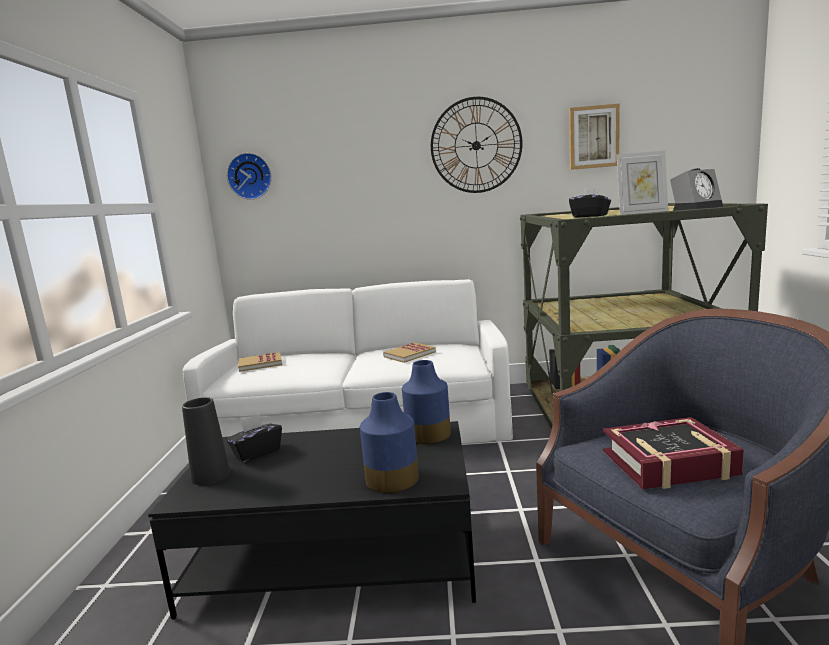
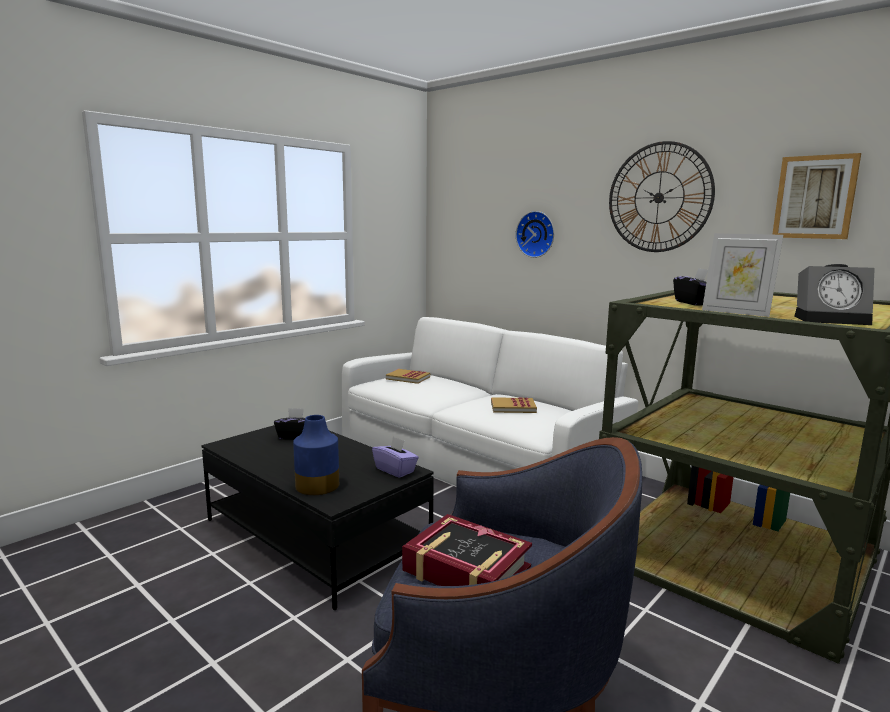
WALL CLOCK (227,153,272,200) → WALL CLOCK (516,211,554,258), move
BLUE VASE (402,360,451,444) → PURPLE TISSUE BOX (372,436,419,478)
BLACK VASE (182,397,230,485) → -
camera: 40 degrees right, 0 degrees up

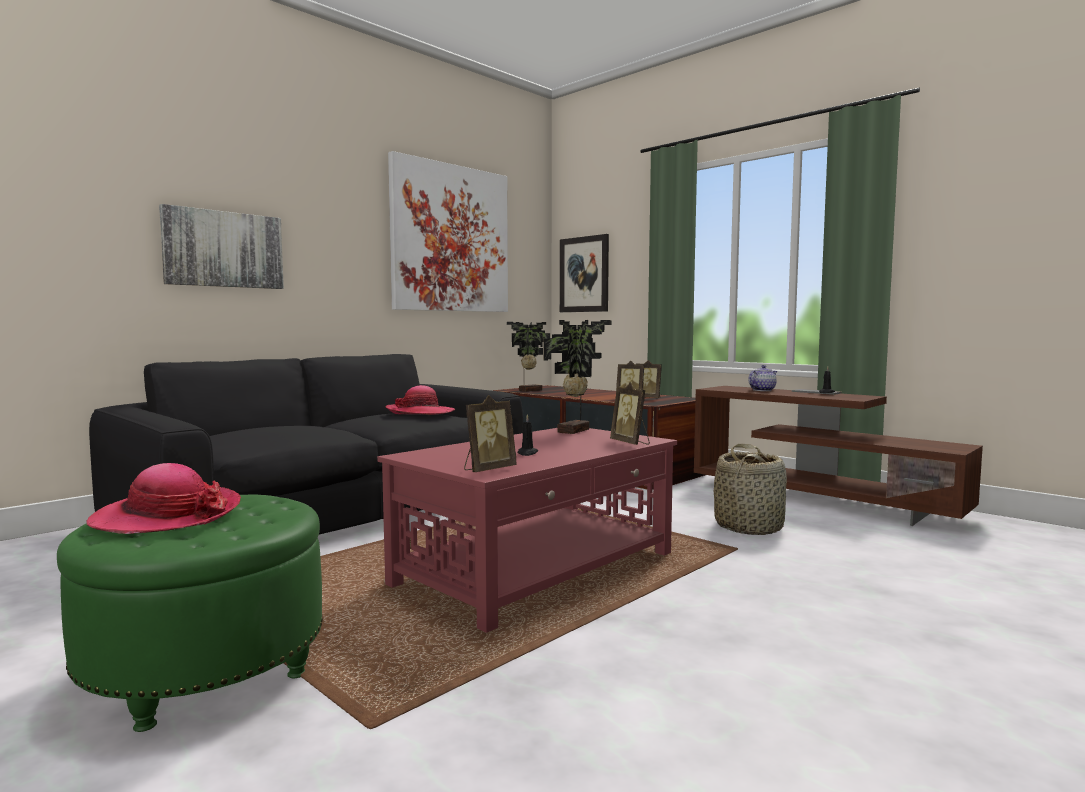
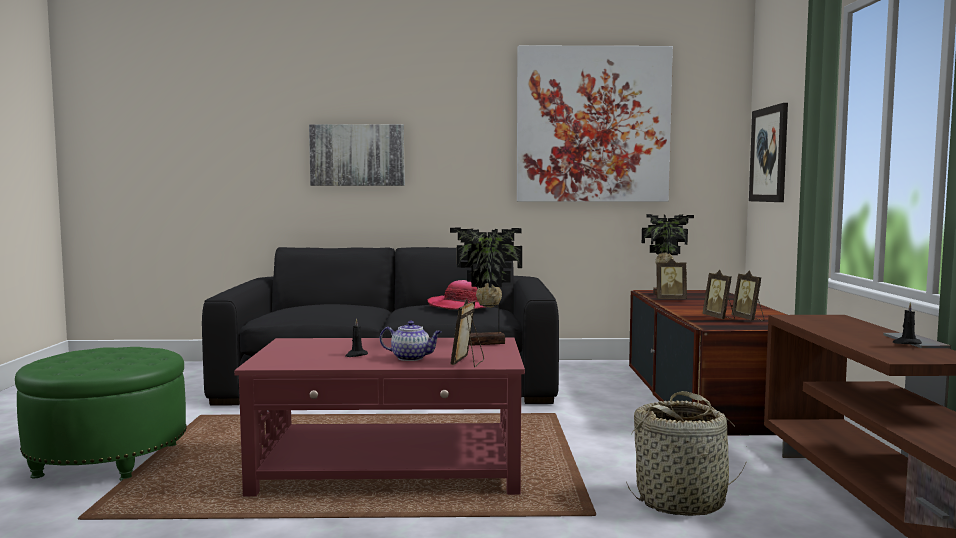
TEAPOT (748,365,777,391) → TEAPOT (380,321,442,361), move
PICTURE FRAME (464,395,517,472) → PICTURE FRAME (657,258,687,299), move
HAT (86,463,241,534) → -
camera: 45 degrees right, 0 degrees up

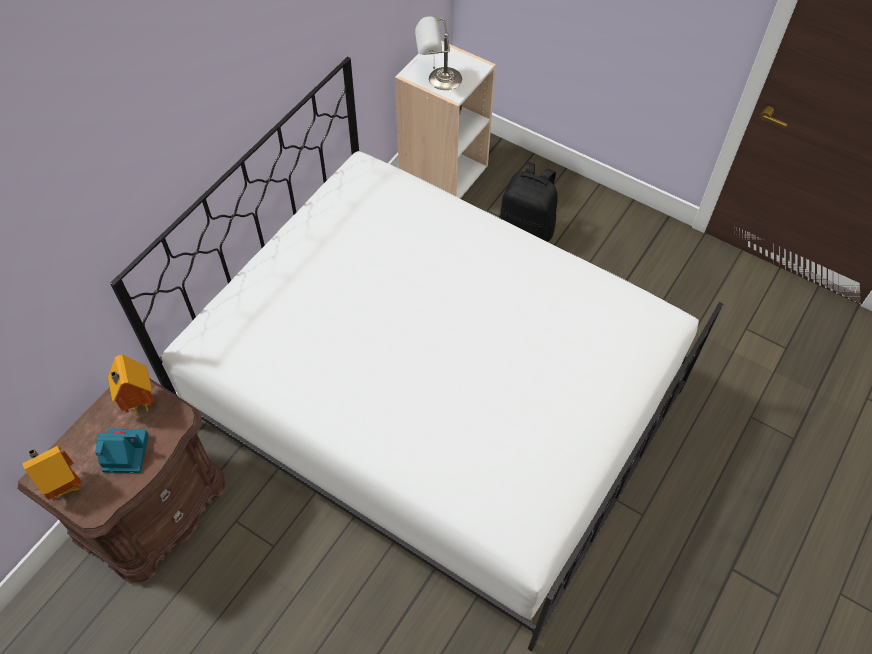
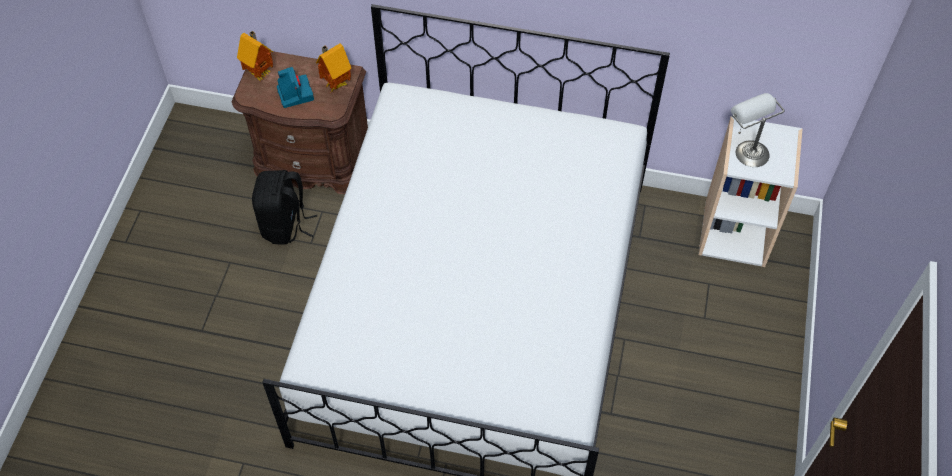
BLACK BACKPACK (499,162,558,242) → BLACK BACKPACK (252,170,317,244), move
camera: 70 degrees right, 0 degrees up

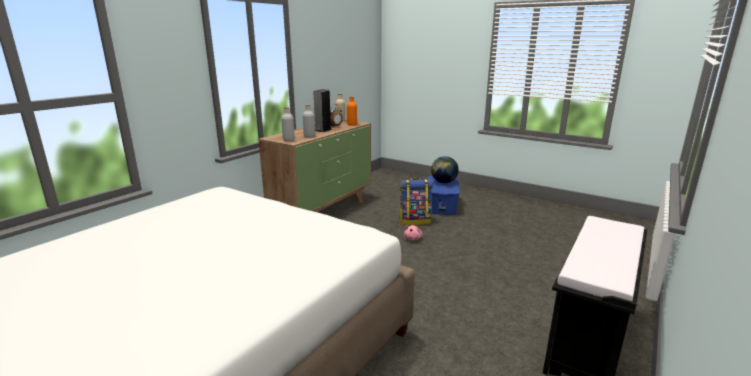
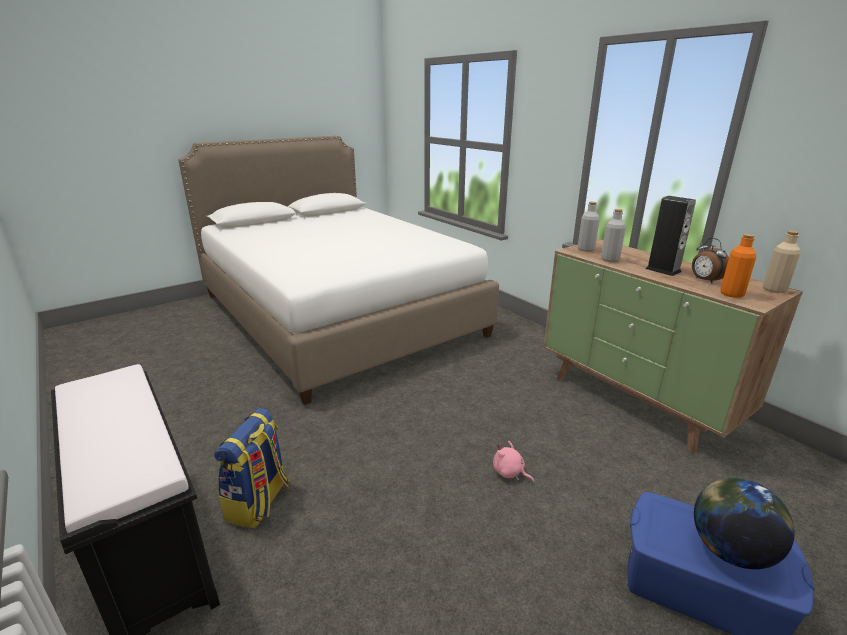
BACKPACK (399,178,433,225) → BACKPACK (214,408,289,529), move
camera: 110 degrees right, 5 degrees up

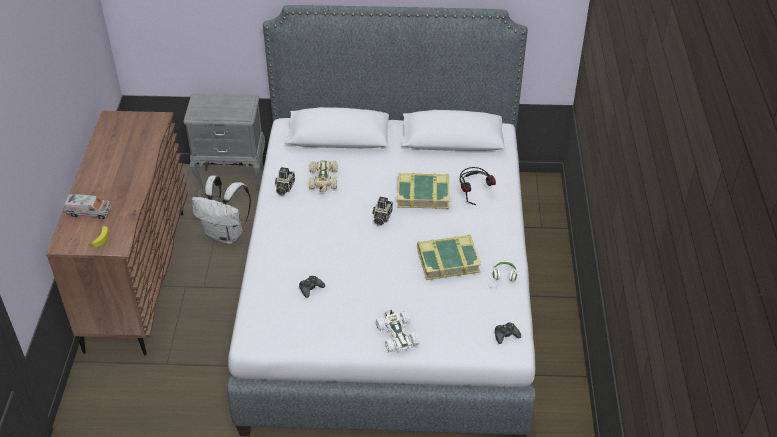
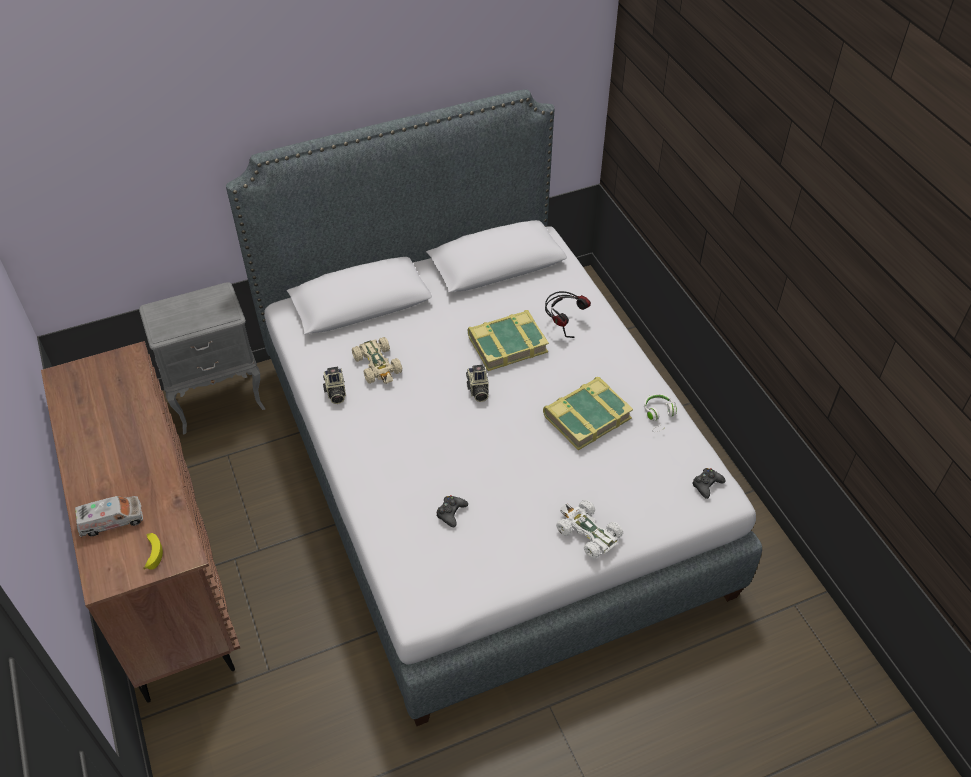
WHITE BACKPACK (192,175,251,244) → -
camera: 25 degrees left, 5 degrees up

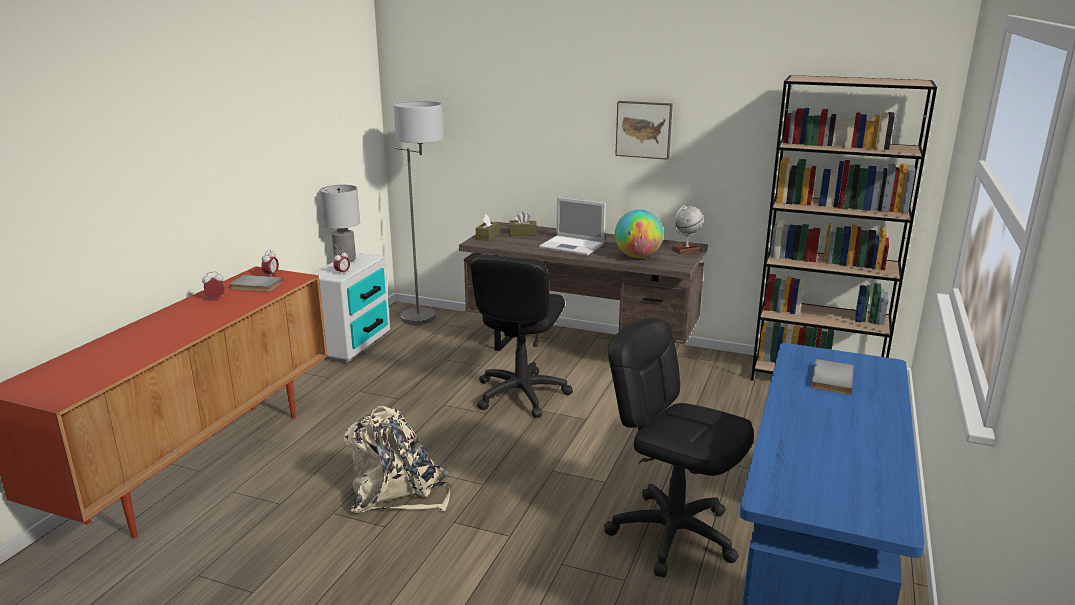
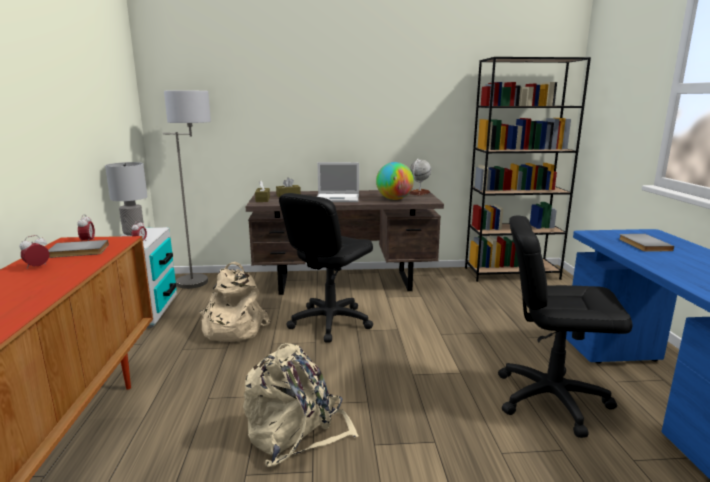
PICTURE (615,101,673,160) → -
BLACK OFFICE CHAIR (470,255,573,418) → BLACK OFFICE CHAIR (279,193,373,342), 45 degrees clockwise
- → BEIGE BACKPACK (200,262,270,342)
camera: 25 degrees left, 5 degrees down

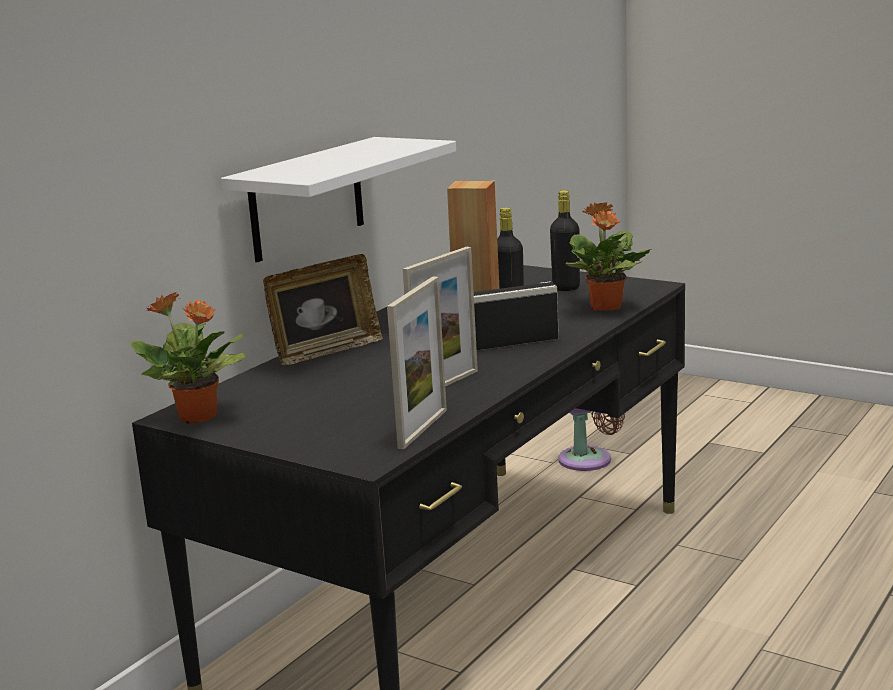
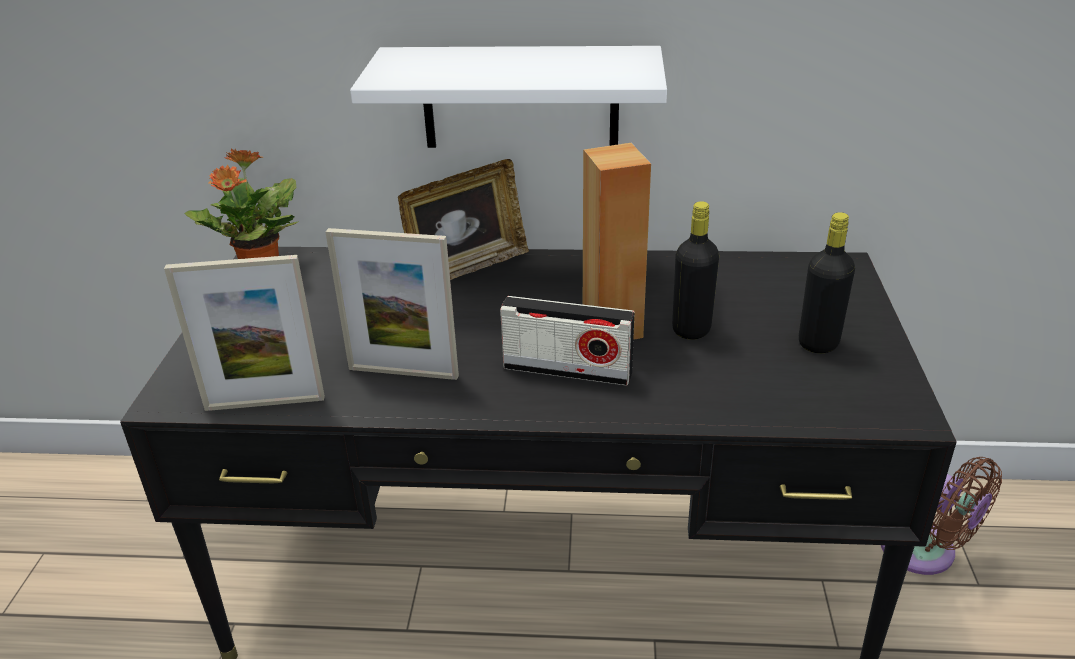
POTTED PLANT (566,203,652,311) → -
PICTURE FRAME (263,254,383,365) → PICTURE FRAME (398,159,529,280), 60 degrees counterclockwise
RADIO (474,282,559,351) → RADIO (500,296,635,386), 150 degrees clockwise
camera: 60 degrees right, 15 degrees up

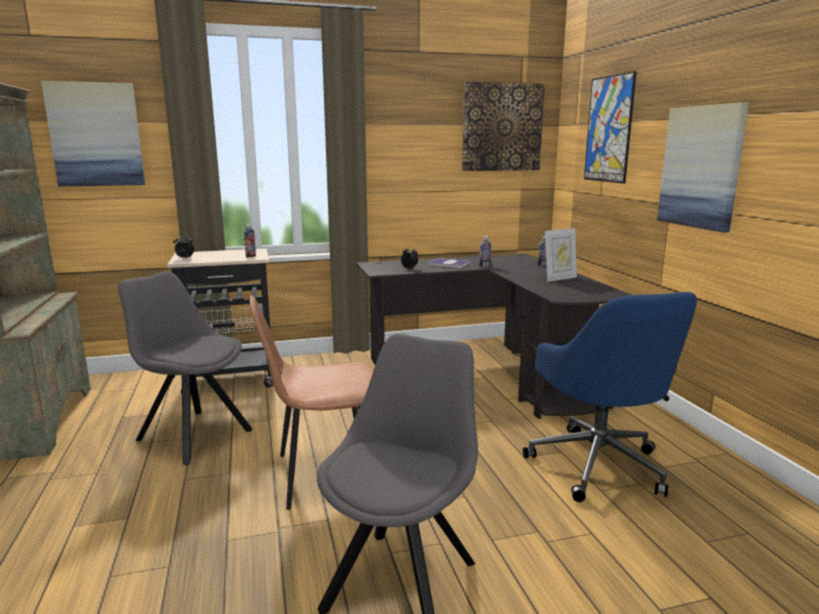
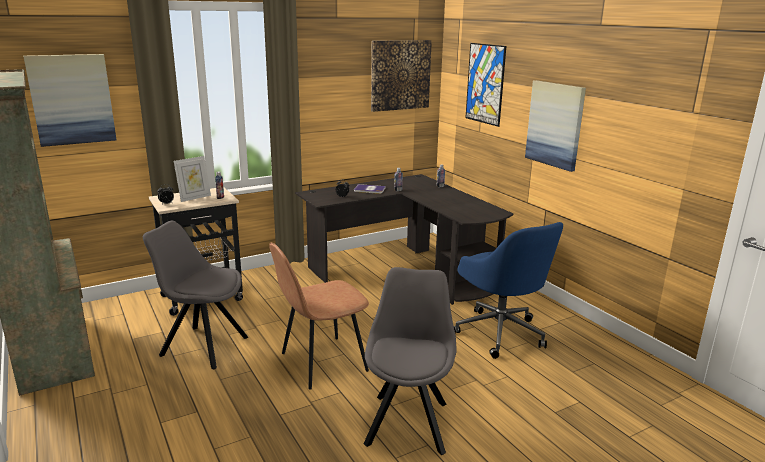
PICTURE FRAME (545,228,577,282) → PICTURE FRAME (174,156,211,202), move
camera: 15 degrees left, 5 degrees up

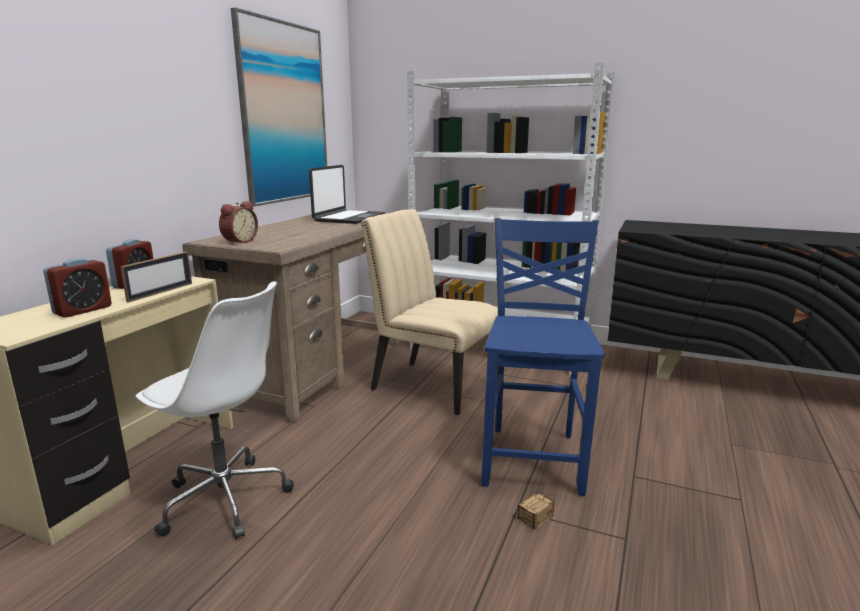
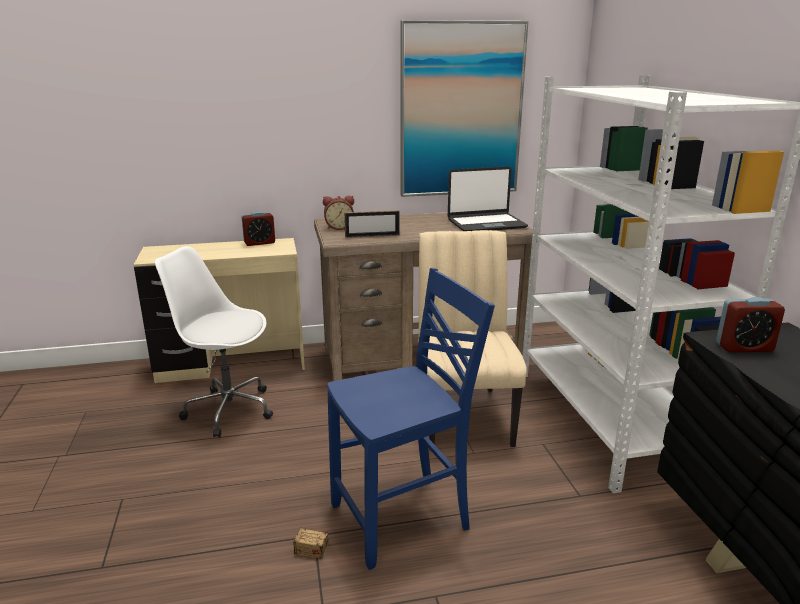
PICTURE FRAME (120,252,192,303) → PICTURE FRAME (344,210,400,238), move
ALARM CLOCK (43,258,112,318) → ALARM CLOCK (716,297,785,352), move
WHITE OFFICE CHAIR (136,281,294,539) → WHITE OFFICE CHAIR (155,246,273,437), 120 degrees clockwise
camera: 55 degrees right, 5 degrees up

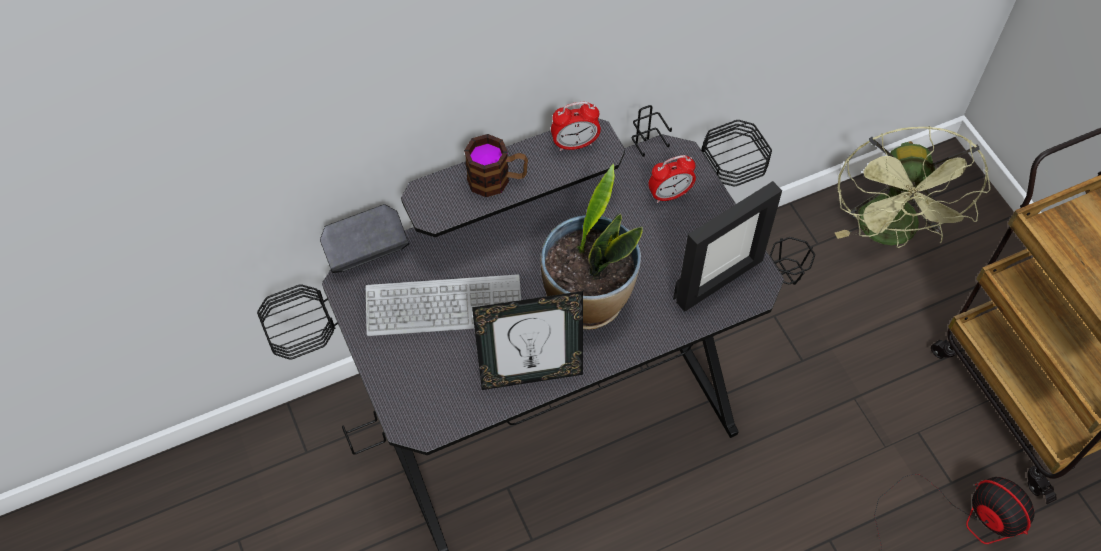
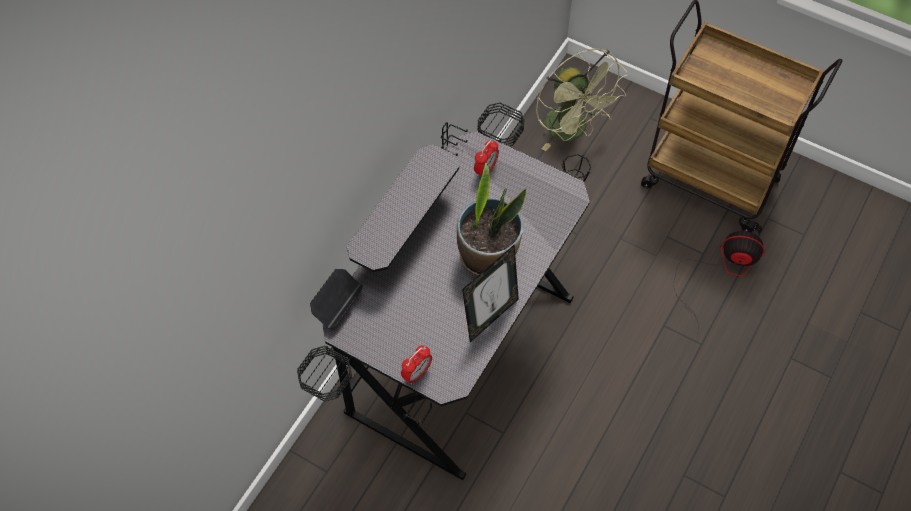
ALARM CLOCK (551,102,601,151) → ALARM CLOCK (401,345,432,384), move
MUG (464,134,528,197) → -
PICTURE FRAME (673,181,782,312) → -
KEYBOARD (366,274,521,336) → -
camera: 35 degrees left, 0 degrees up

